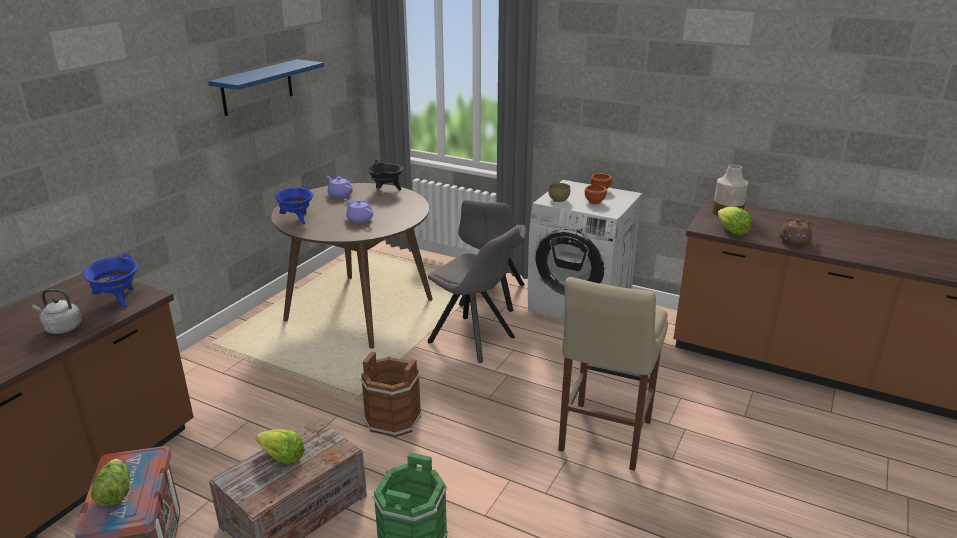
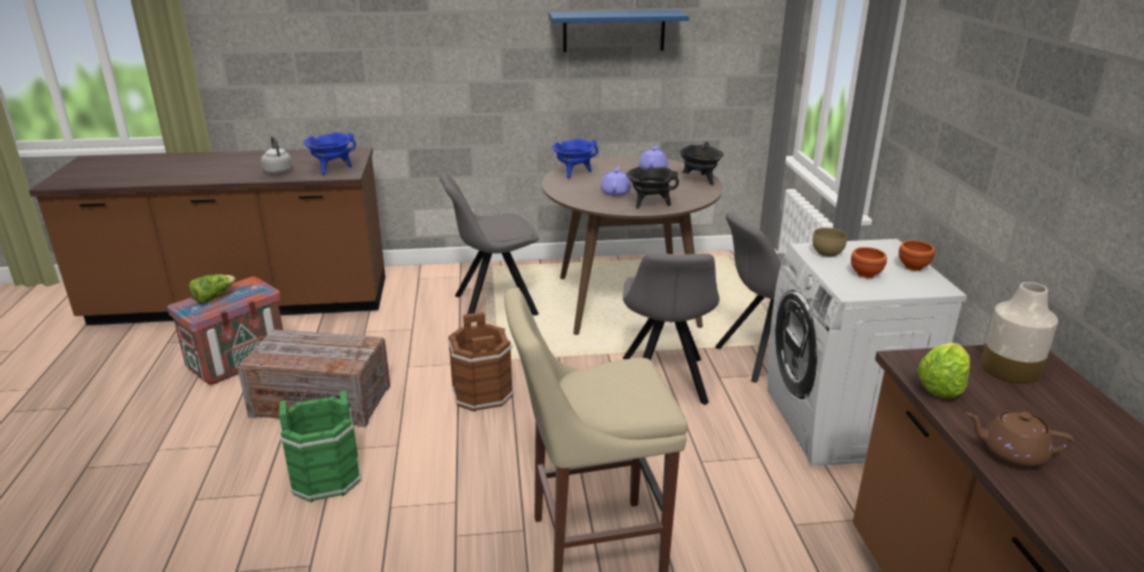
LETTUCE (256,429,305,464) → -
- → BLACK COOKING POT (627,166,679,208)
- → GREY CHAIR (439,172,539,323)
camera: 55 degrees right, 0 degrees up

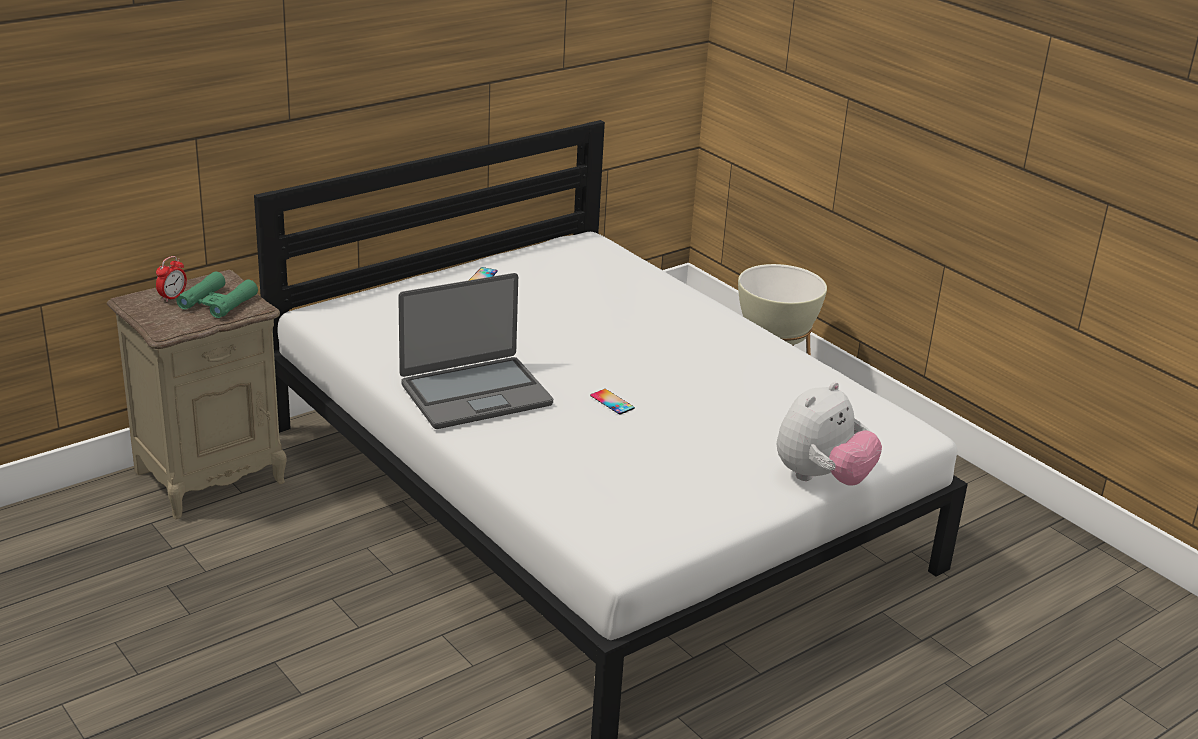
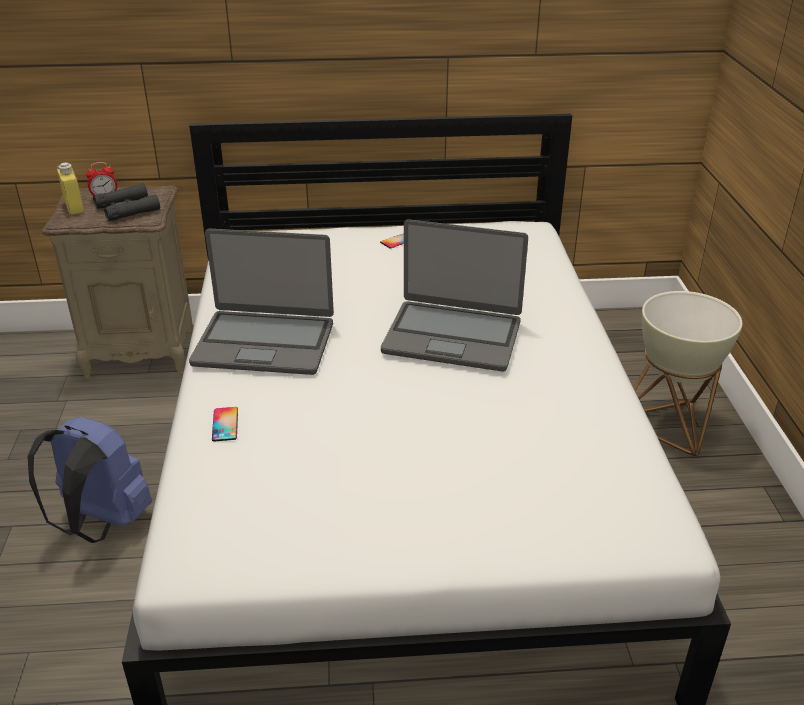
GREEN BINOCULARS (176,271,258,318) → BLACK BINOCULARS (93,183,160,221)
PLUSH TOY (776,382,882,486) → -
PHONE (590,389,635,415) → PHONE (212,407,238,441), move
- → YELLOW BOTTLE (57,163,84,215)
- → LAPTOP (381,219,528,371)
- → BLUE BACKPACK (28,417,152,543)
camera: 35 degrees right, 5 degrees up

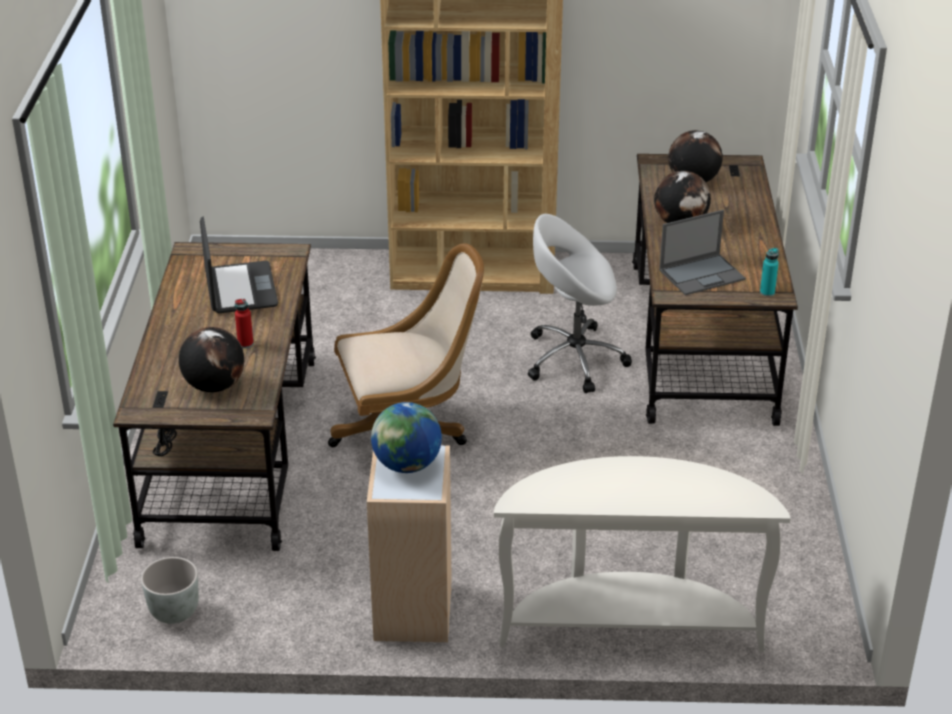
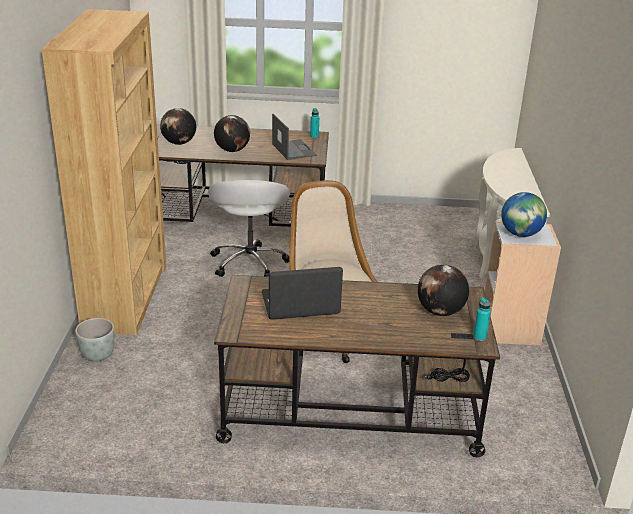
RED BOTTLE (235,299,254,348) → -
GREY PLANTER (141,557,199,624) → GREY PLANTER (75,318,114,362), move
- → TURQUOISE BOTTLE (473,297,491,341)
camera: 90 degrees left, 5 degrees down

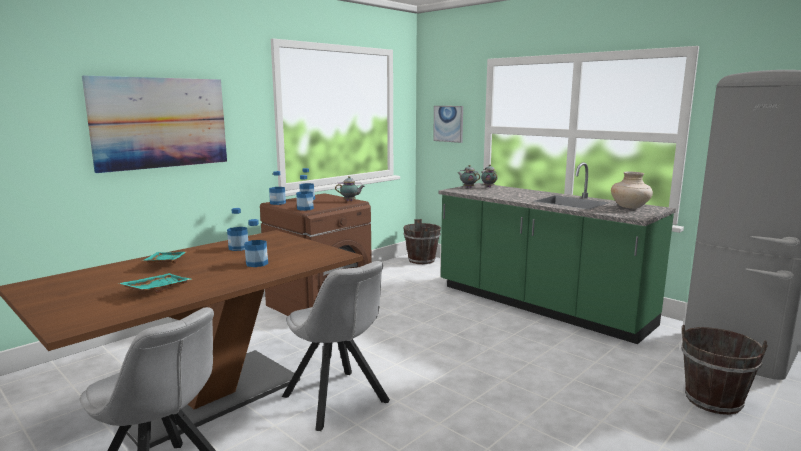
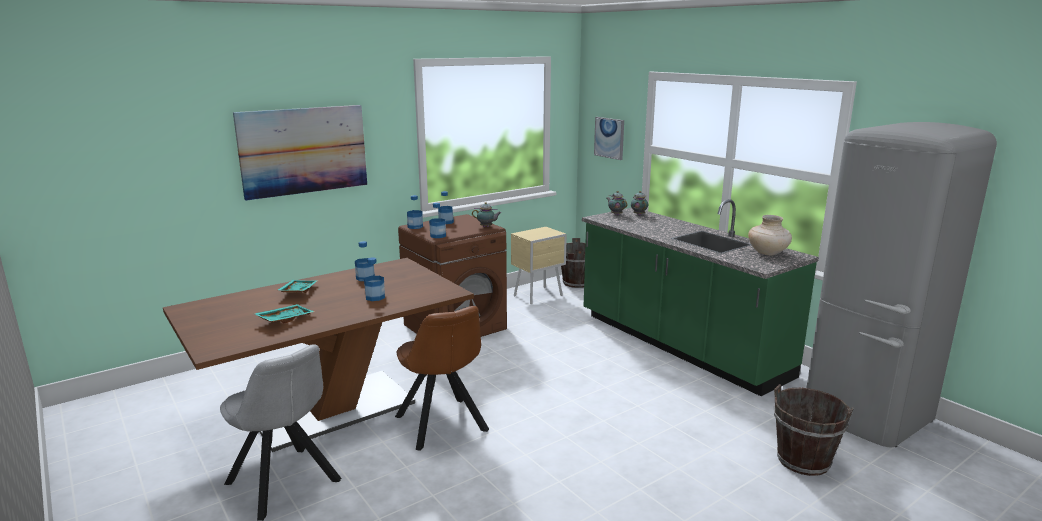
GREY CHAIR (282,261,390,431) → BROWN CHAIR (395,306,489,451)
- → BEIGE NIGHTSTAND (511,227,567,305)
camera: 10 degrees right, 5 degrees up

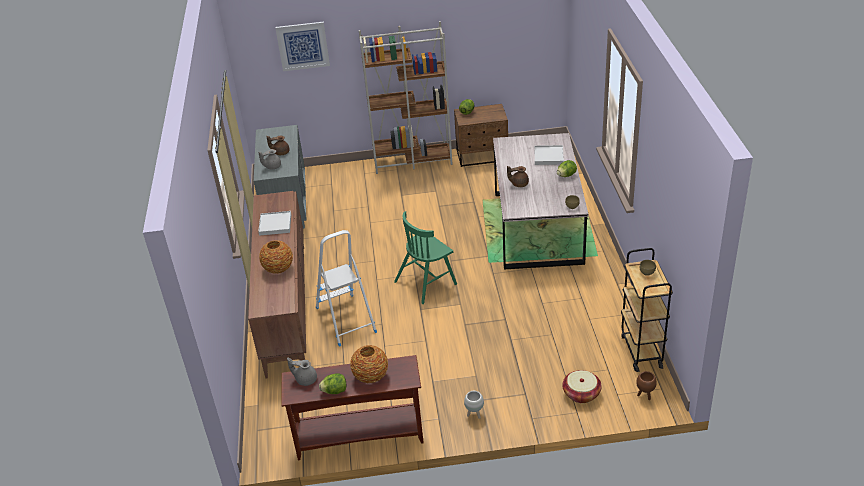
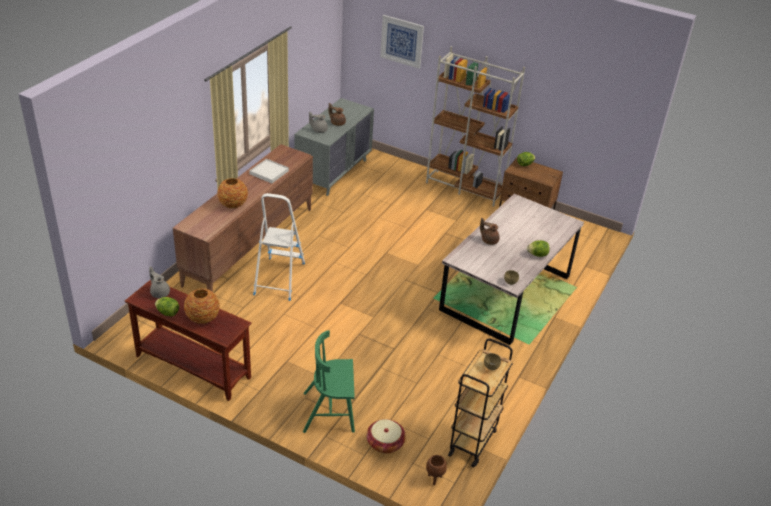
WHITE TRAY (535,145,564,165) → -
GREEN CHAIR (394,211,457,304) → GREEN CHAIR (303,330,355,433), move
WHITE PLANTER (464,391,484,419) → -
camera: 30 degrees right, 0 degrees up

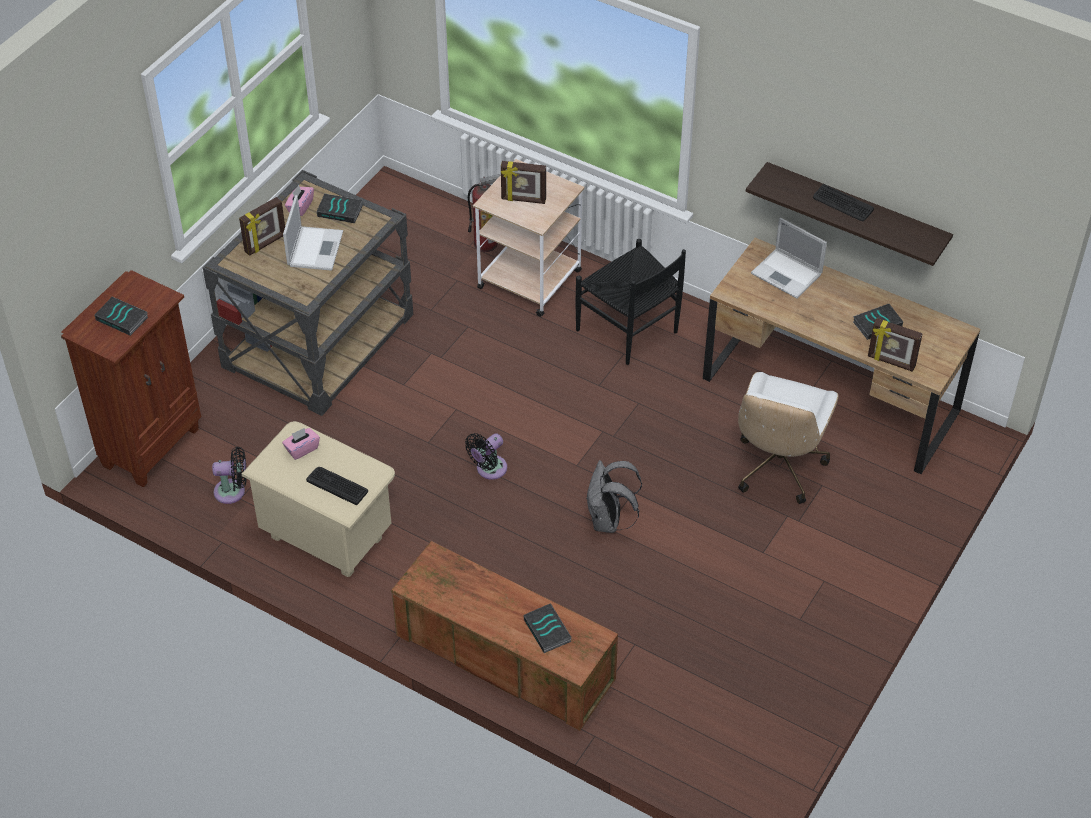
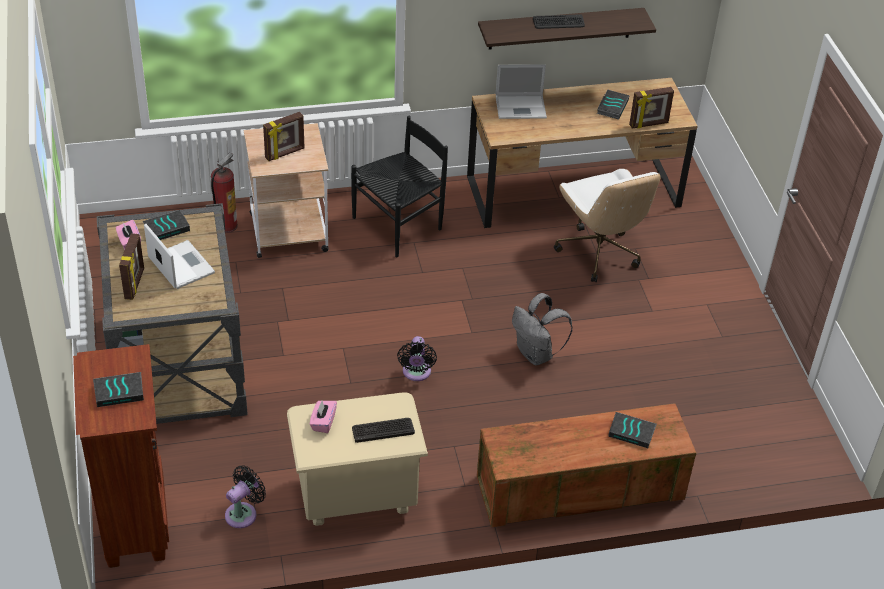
BLACK CHAIR (576,239,686,365) → BLACK CHAIR (351,116,448,257), 45 degrees counterclockwise
camera: 45 degrees left, 5 degrees down

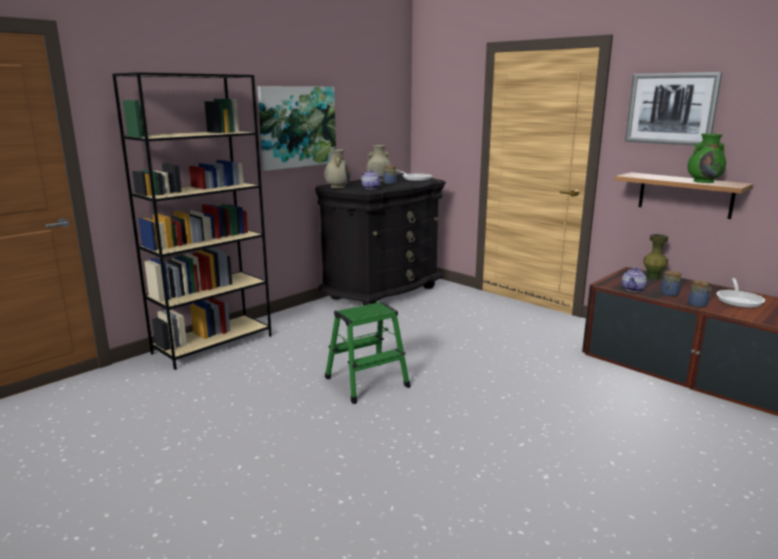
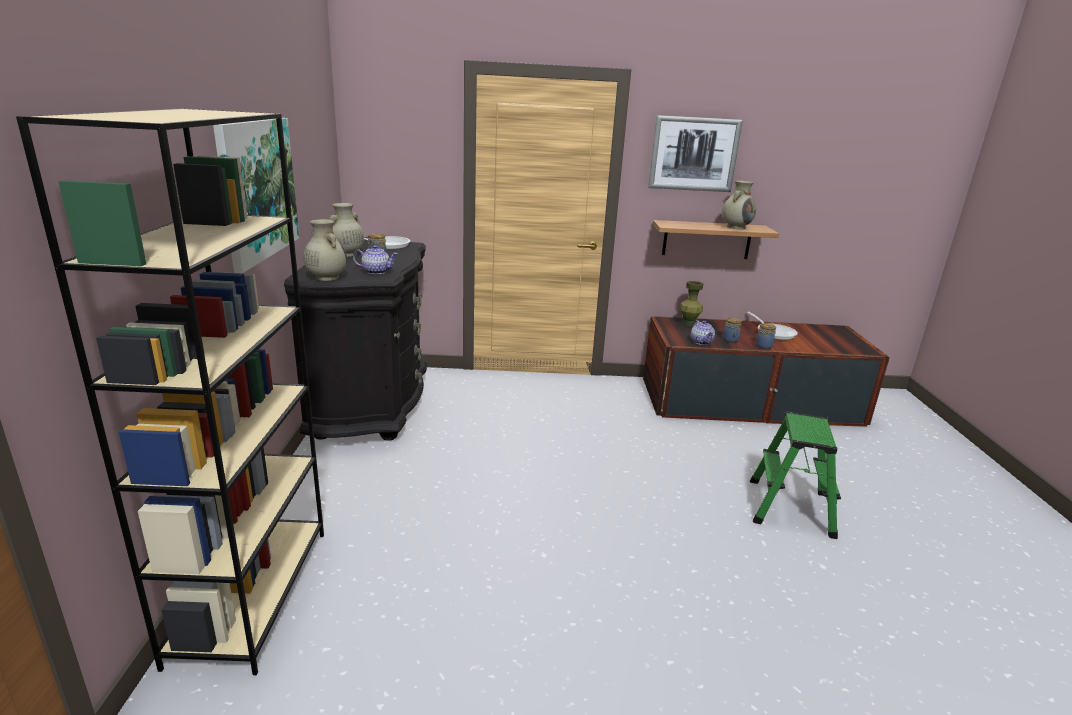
GREEN VASE (688,133,726,183) → BEIGE VASE (722,180,756,229)
GREEN STEP LADDER (325,302,411,404) → GREEN STEP LADDER (750,411,841,539), move
camera: 45 degrees left, 5 degrees up

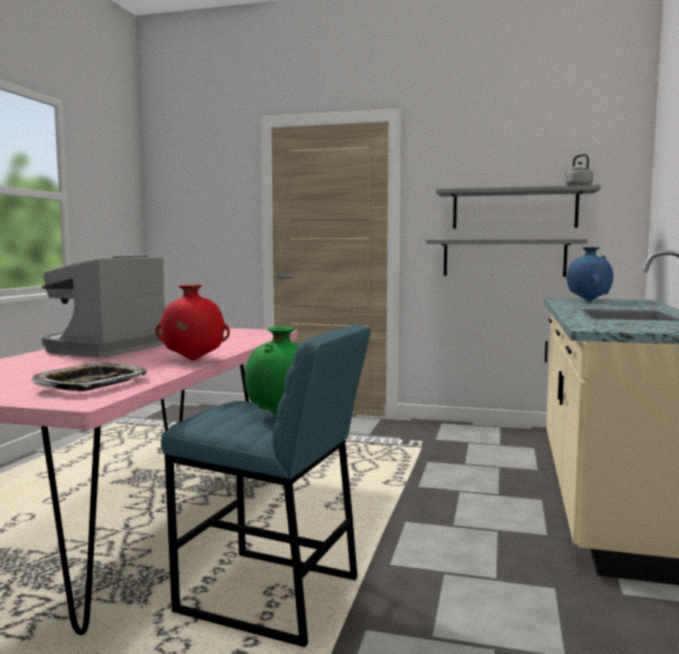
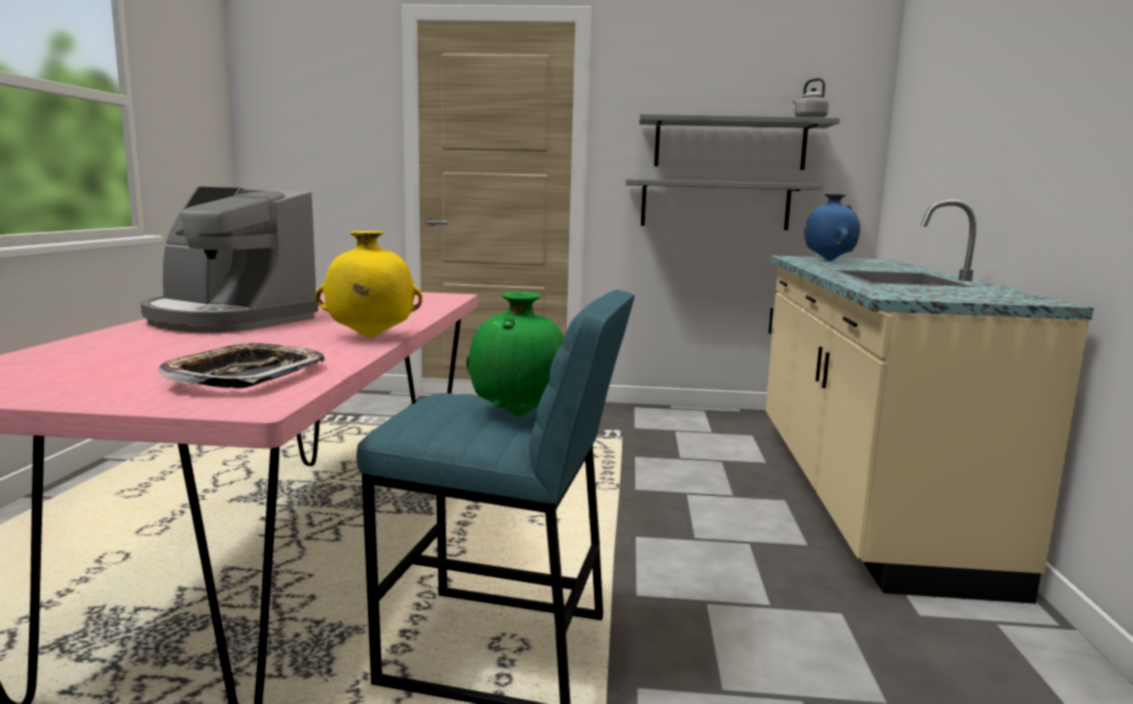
COFFEE MACHINE (42,256,165,357) → COFFEE MACHINE (140,187,319,333), 75 degrees counterclockwise
RED VASE (155,285,230,361) → YELLOW VASE (315,231,422,338)
camera: 10 degrees left, 5 degrees up

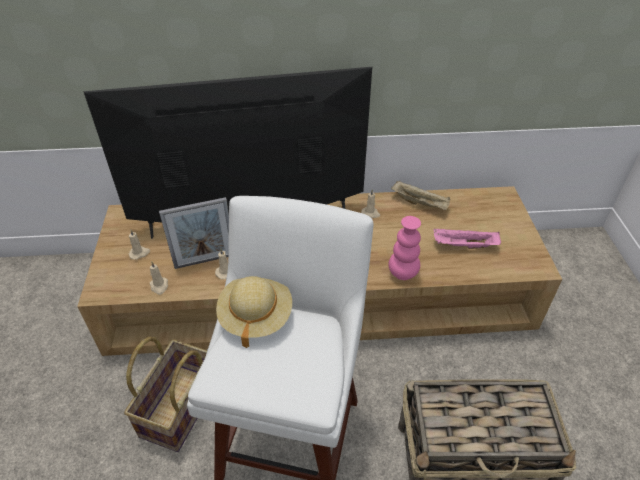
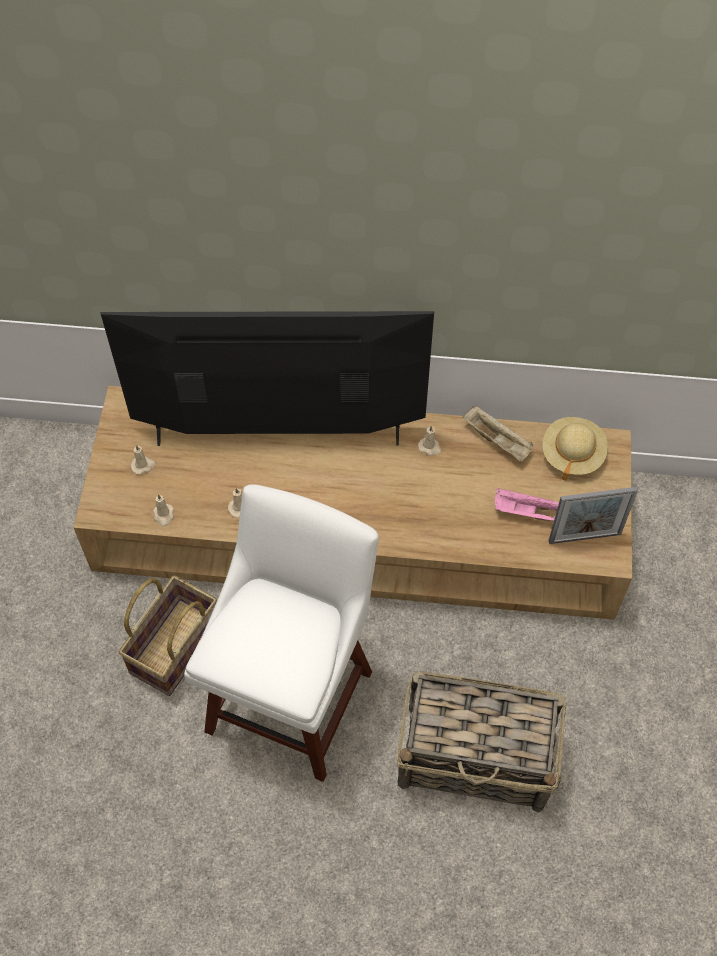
PICTURE FRAME (159,197,229,269) → PICTURE FRAME (549,487,638,544), move
PINK VASE (389,216,421,280) → -
BEIGE HAT (216,276,292,348) → BEIGE HAT (543,417,608,481), move
camera: 10 degrees right, 15 degrees up

